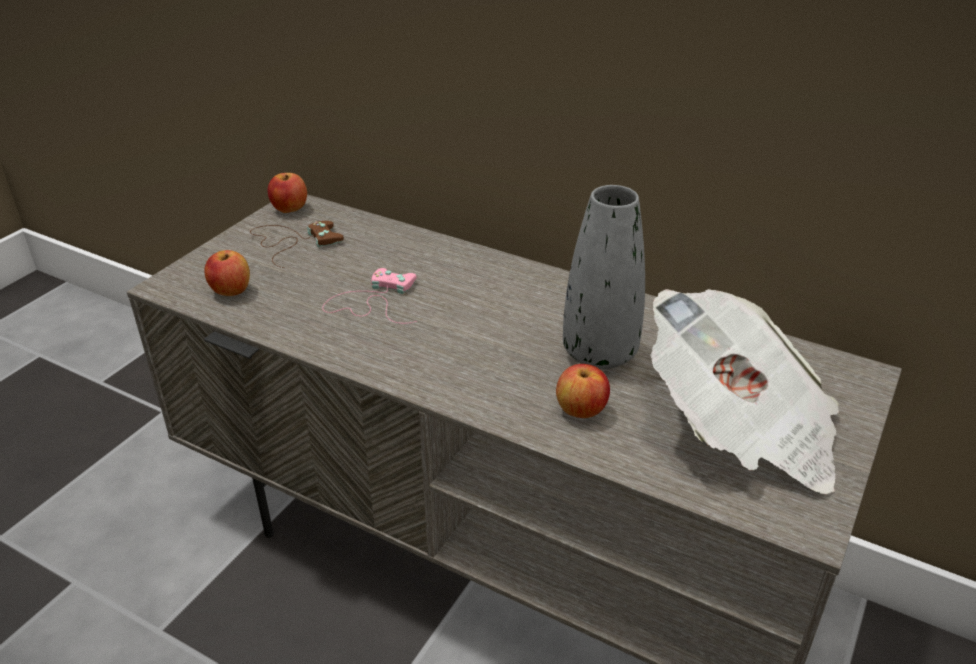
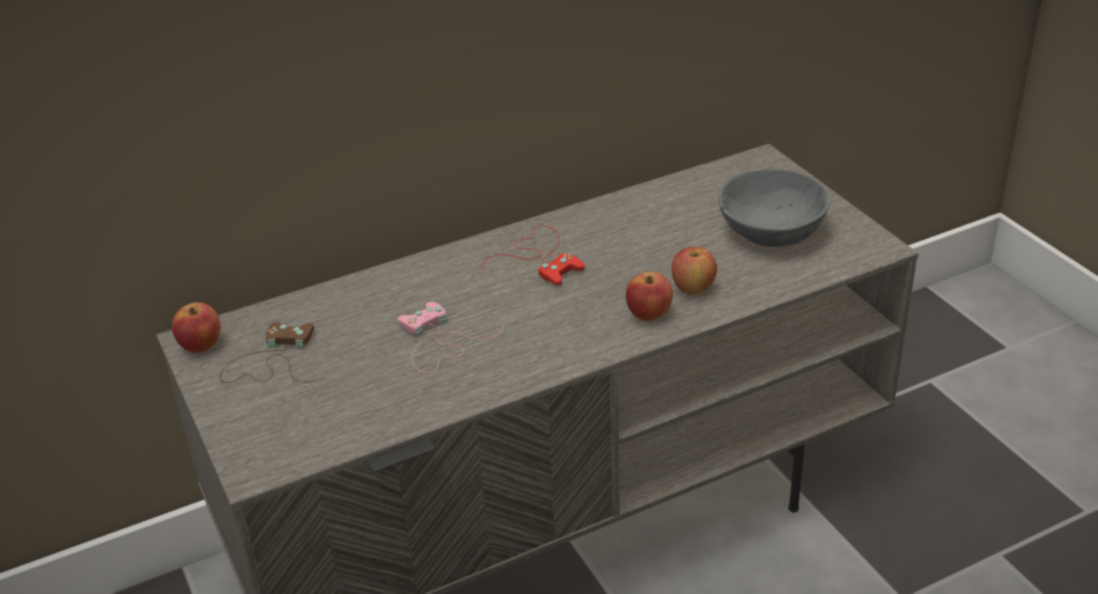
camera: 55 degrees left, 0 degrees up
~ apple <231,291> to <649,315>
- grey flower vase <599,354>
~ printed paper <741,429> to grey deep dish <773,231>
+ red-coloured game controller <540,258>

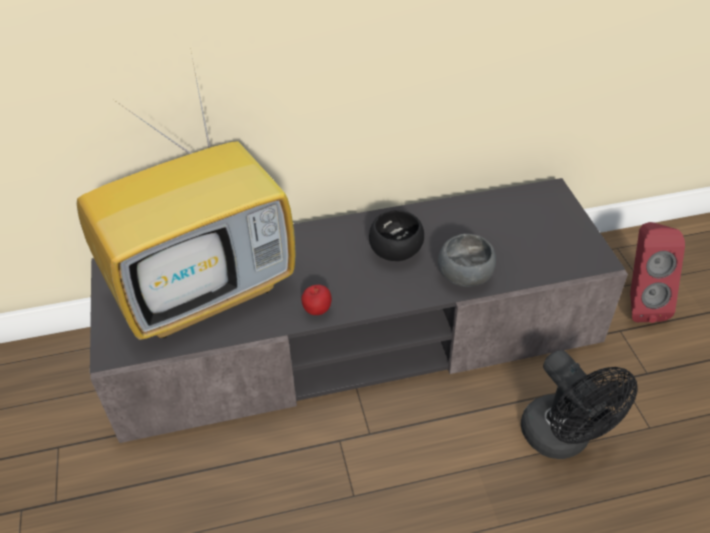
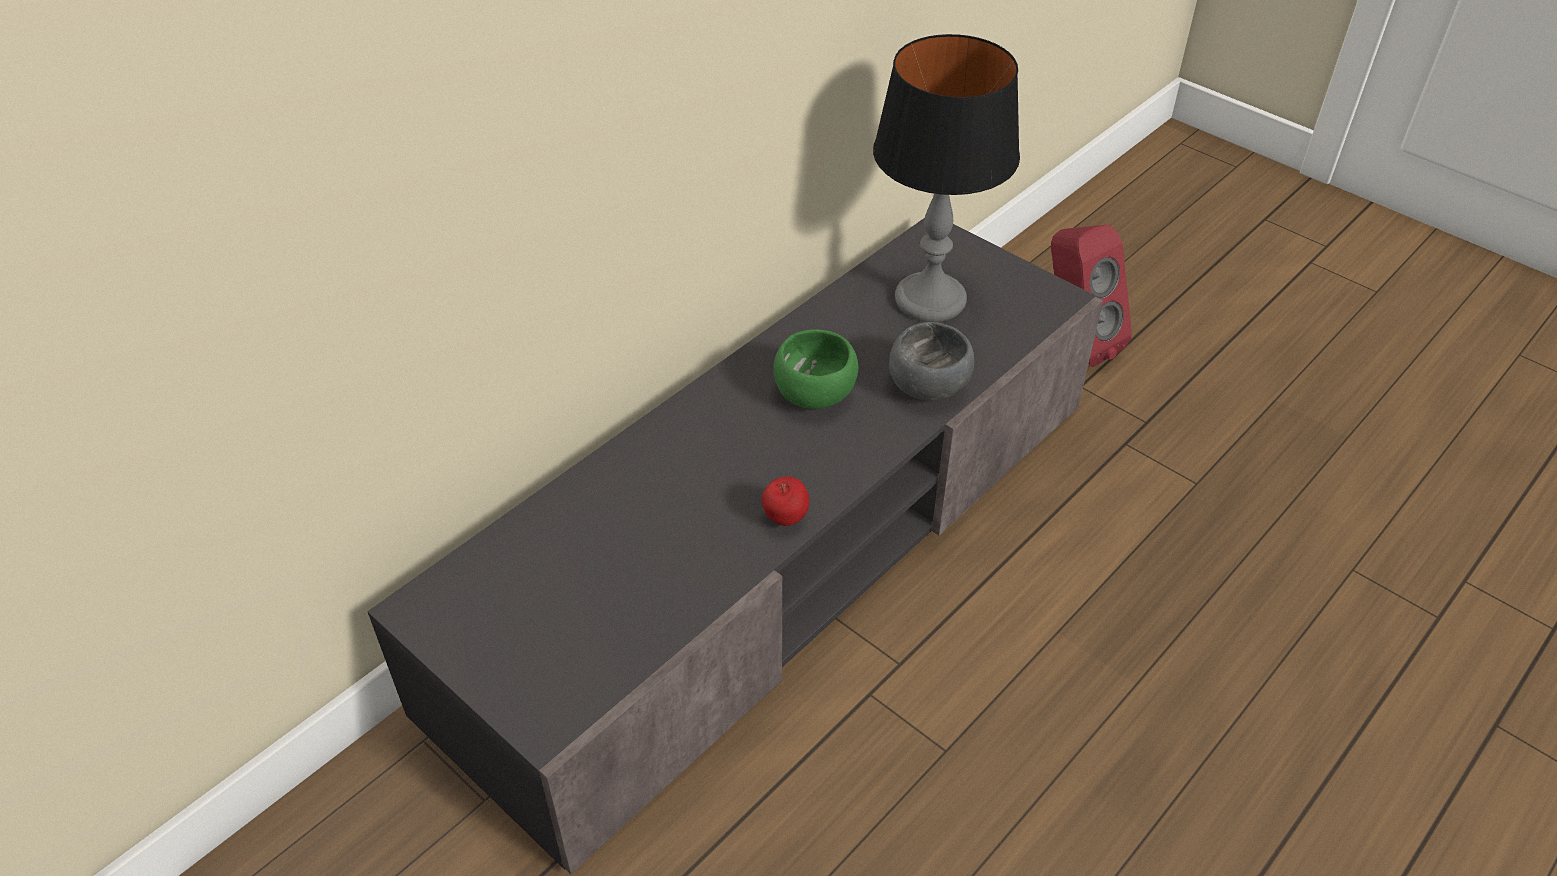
camera: 35 degrees left, 0 degrees up
- TV <206,289>
~ blackish deep dish <397,251> to green-coloured deep dish <816,393>
- blackish fan <562,439>
+ tabletop lamp <930,299>

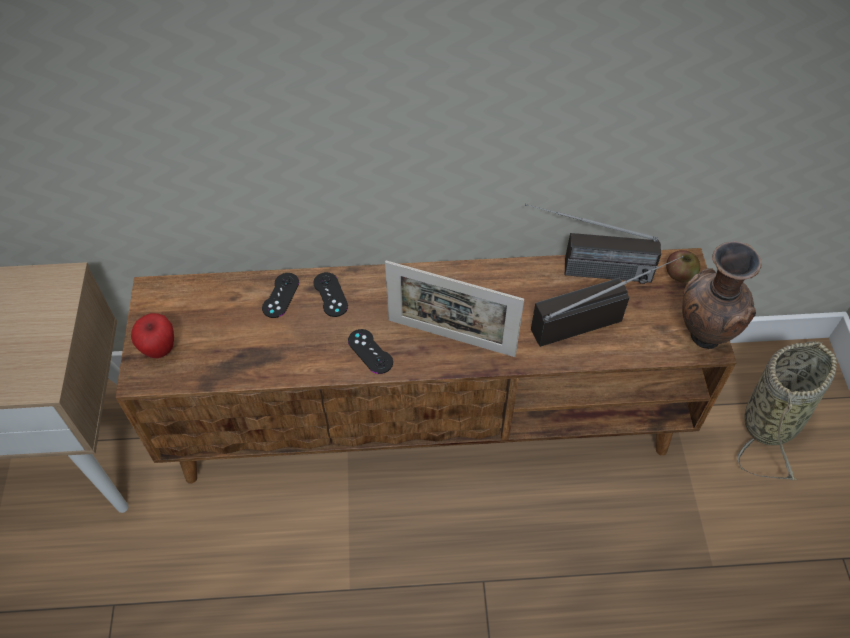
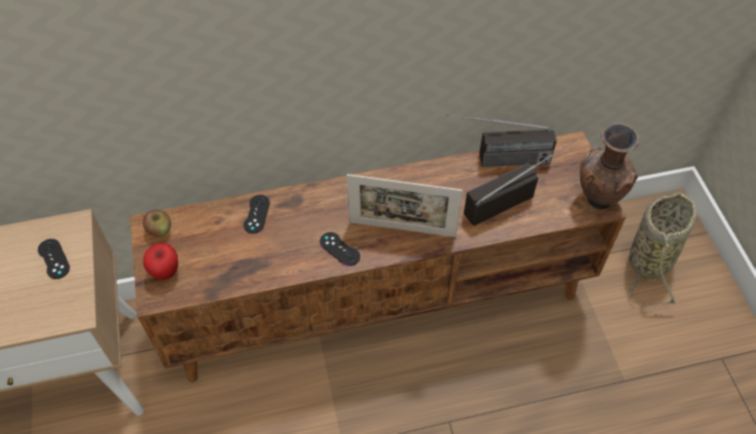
camera: 10 degrees left, 0 degrees up
~ blackish game controller <330,294> to <54,259>
~ apple <679,274> to <159,230>

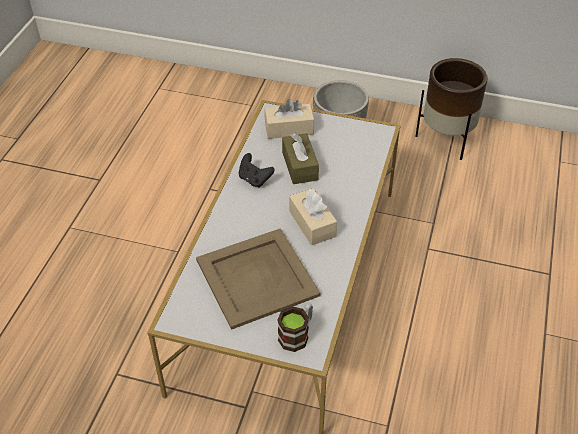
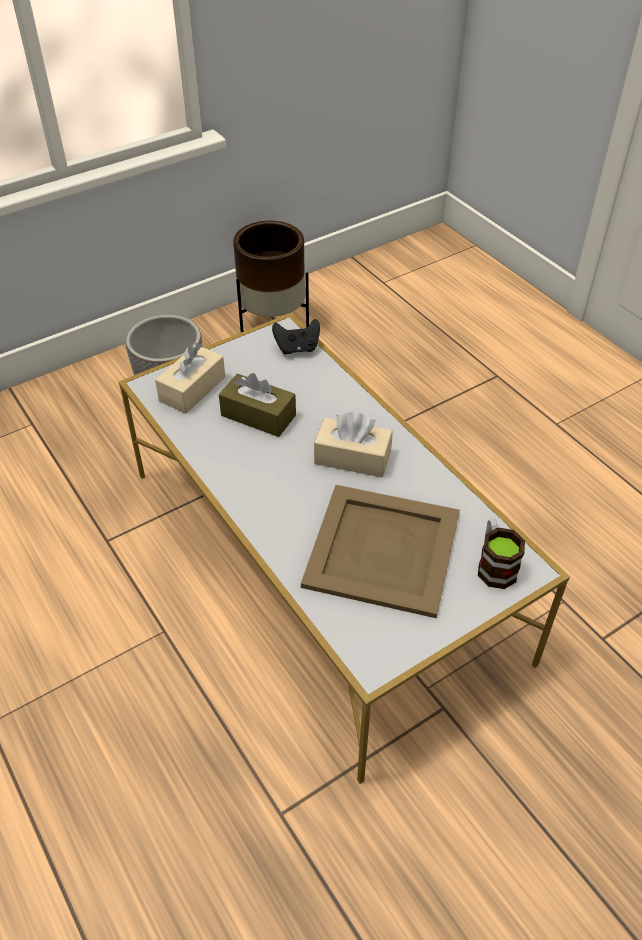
camera: 50 degrees left, 0 degrees up
~ blackish game controller <254,179> to <297,348>

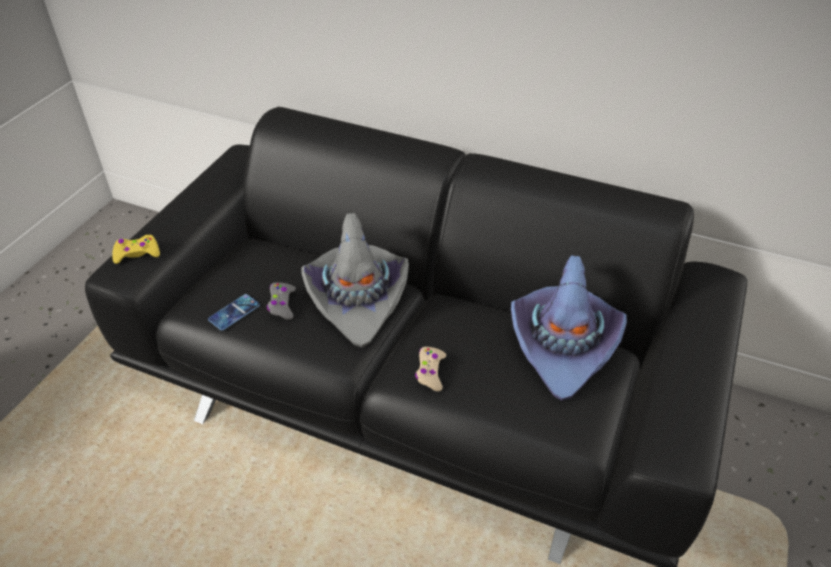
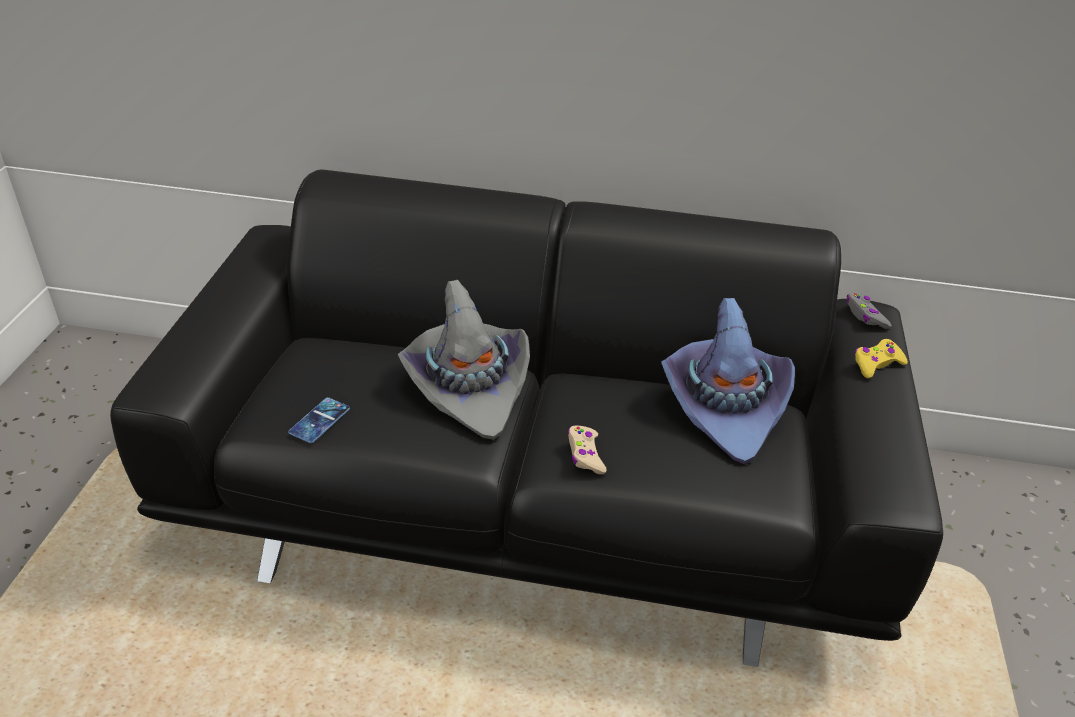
camera: 15 degrees left, 5 degrees down
~ yellow game controller <137,253> to <876,364>
~ grey game controller <282,304> to <865,316>

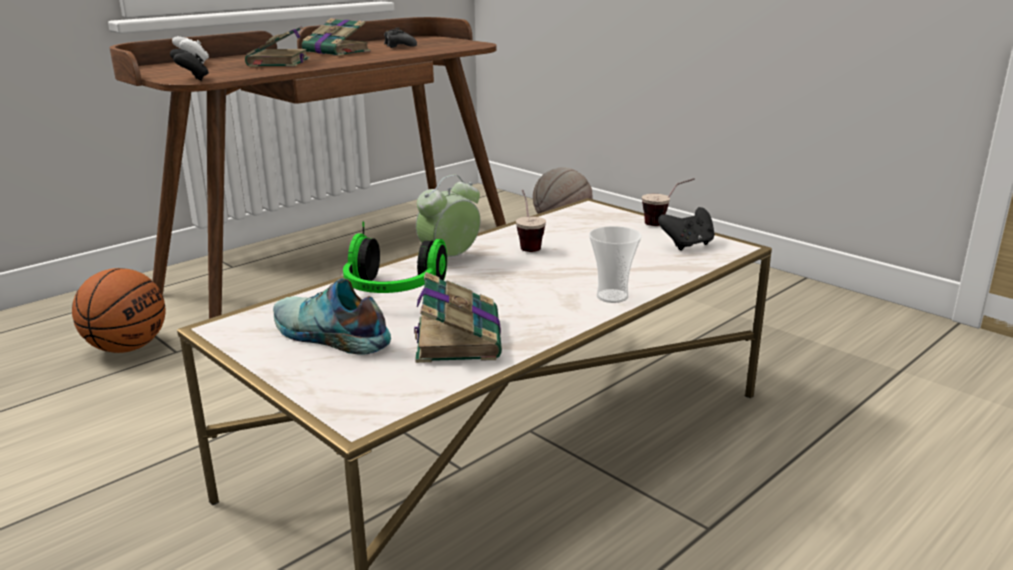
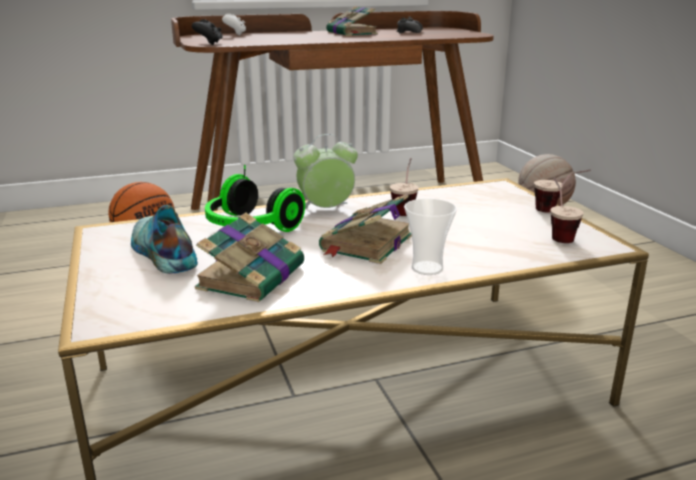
camera: 25 degrees right, 0 degrees up
~ book <278,63> to <366,244>
~ blackish game controller <688,245> to drinking cup <558,235>

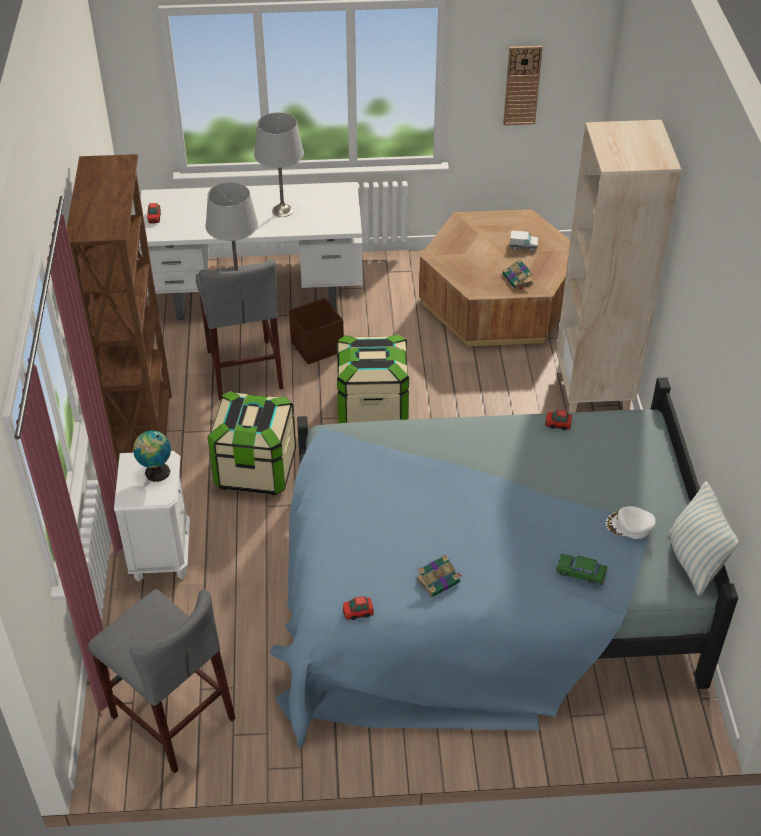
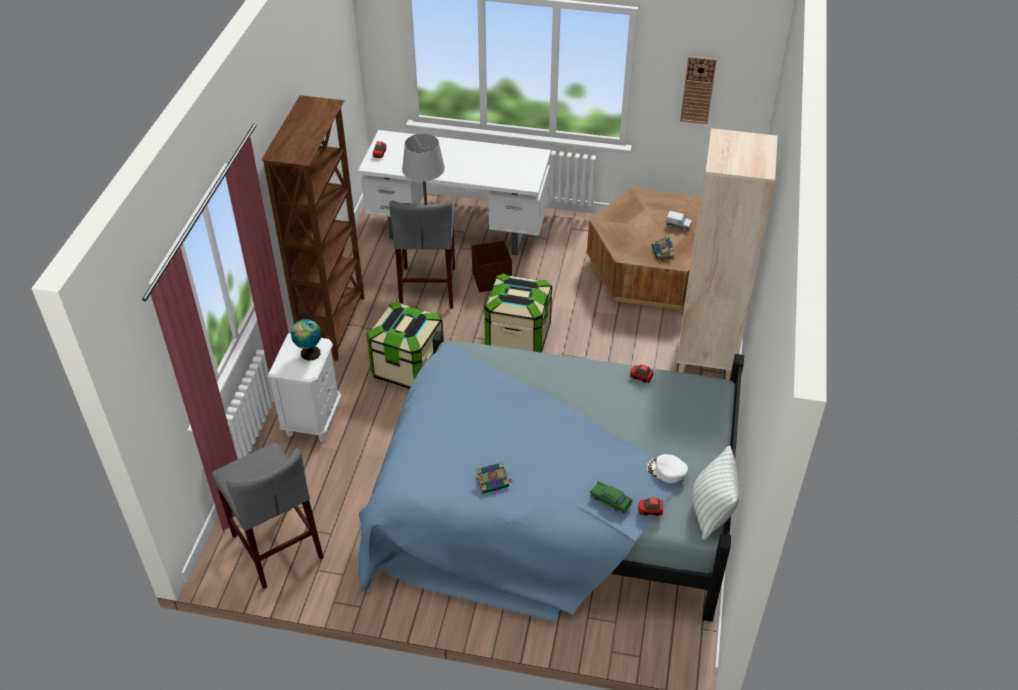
camera: 15 degrees right, 0 degrees up
- grey tabletop lamp <282,211>
~ model car <358,612> to <650,510>

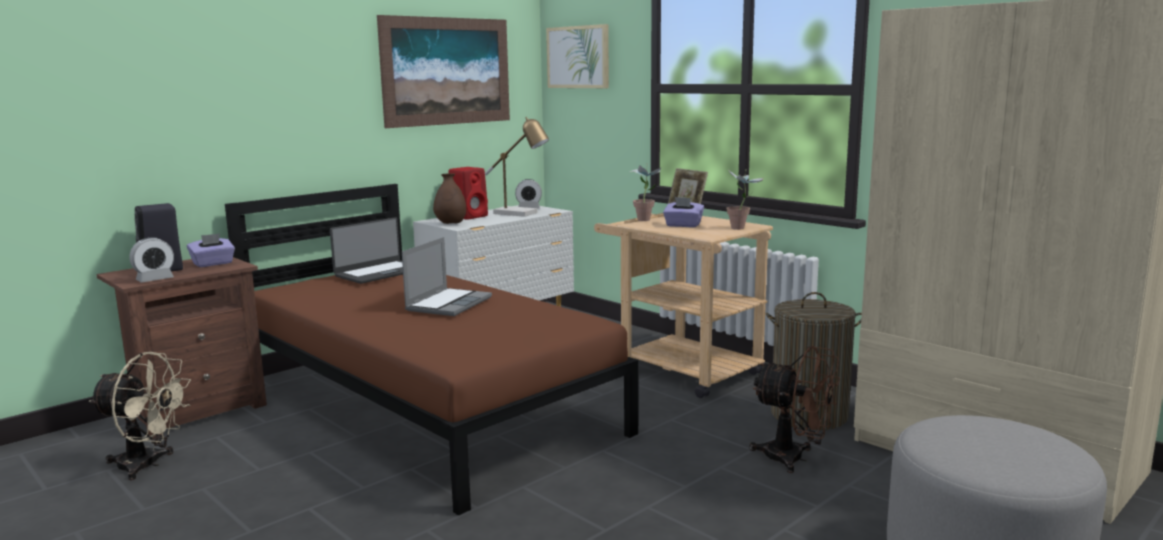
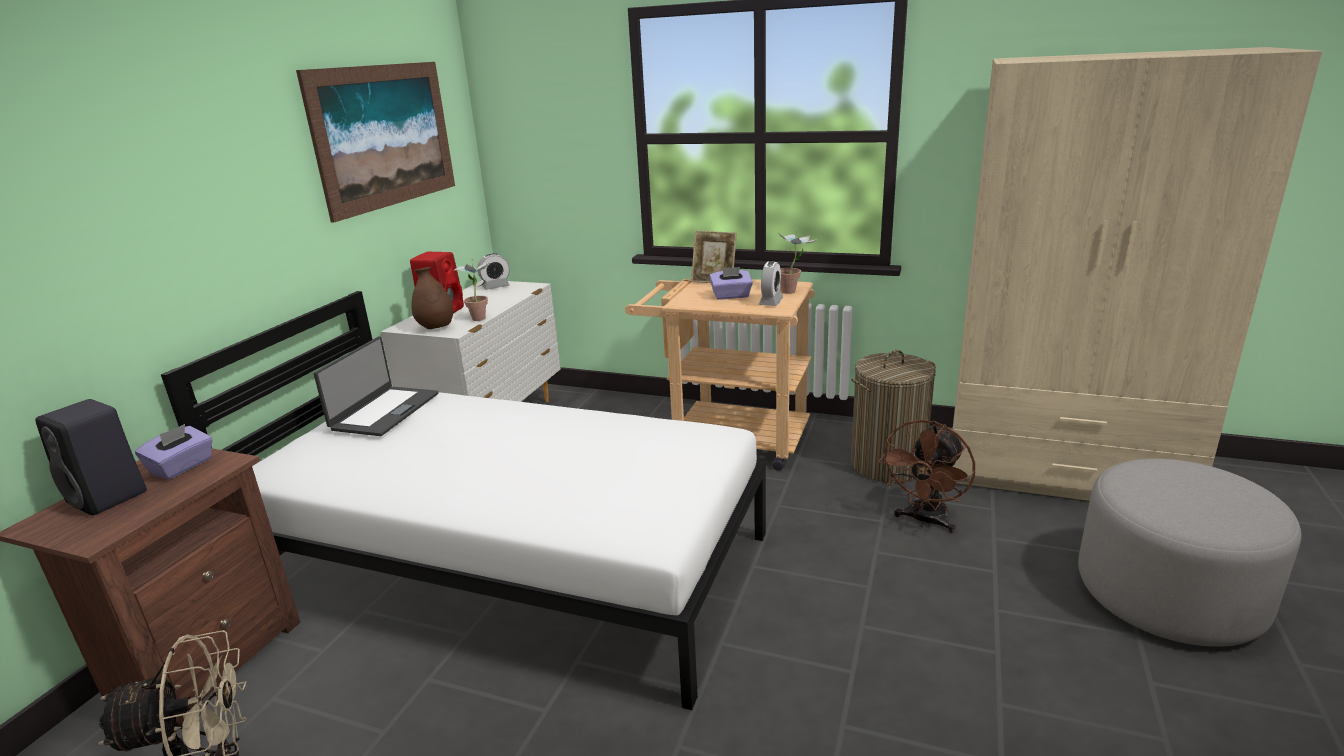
camera: 25 degrees left, 10 degrees up
~ table clock <155,279> to <771,302>
~ brown-coloured bed <426,406> to white bed <510,563>
- laptop <448,304>
- tabletop lamp <520,213>
- picture <578,57>
~ plant in a pot <646,219> to <480,317>
~ brown-coloured fan <794,459> = <925,521> 120 degrees clockwise

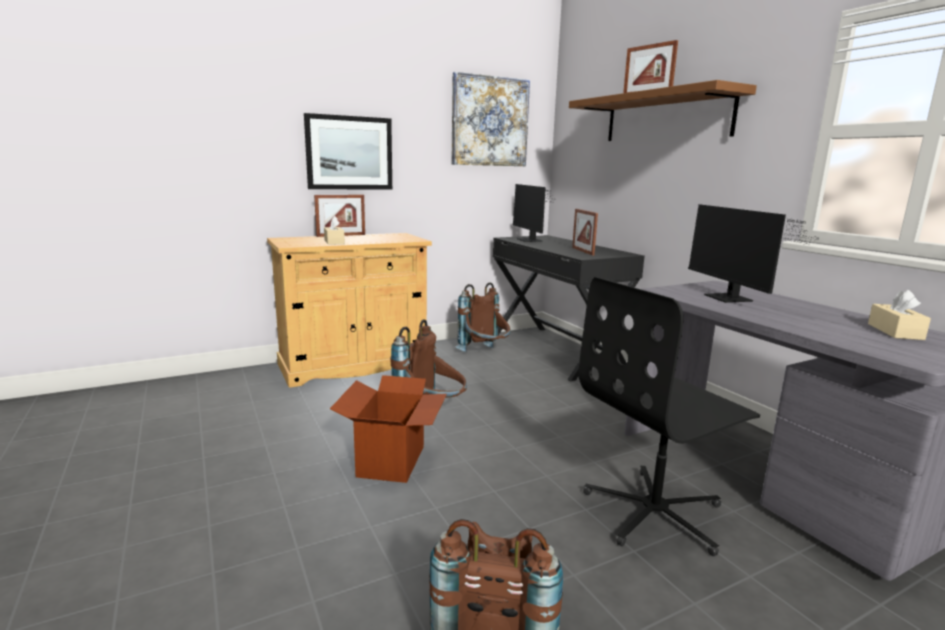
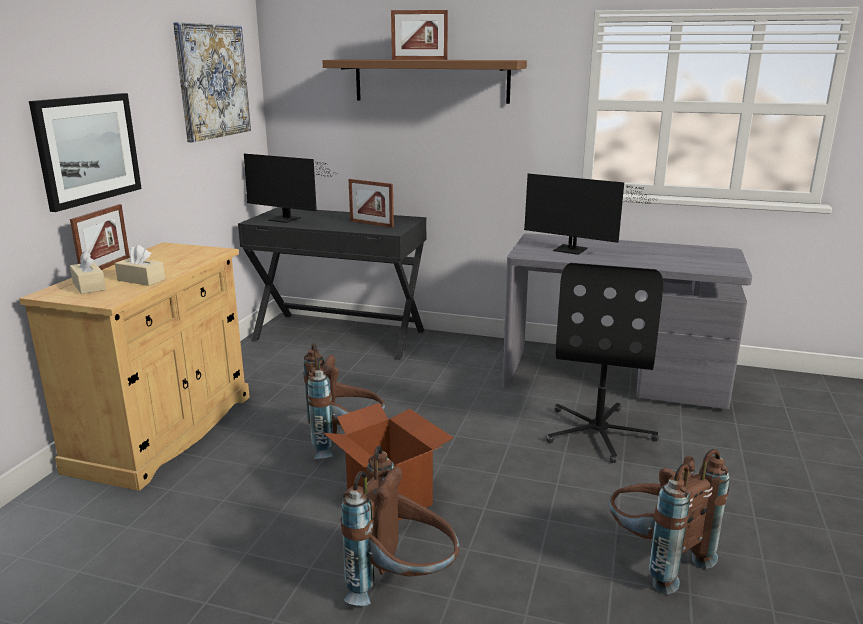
camera: 45 degrees left, 5 degrees up
~ brown-coloured rucksack <485,354> to <403,585>
~ sand-coloured box of tissues <895,331> to <89,286>

